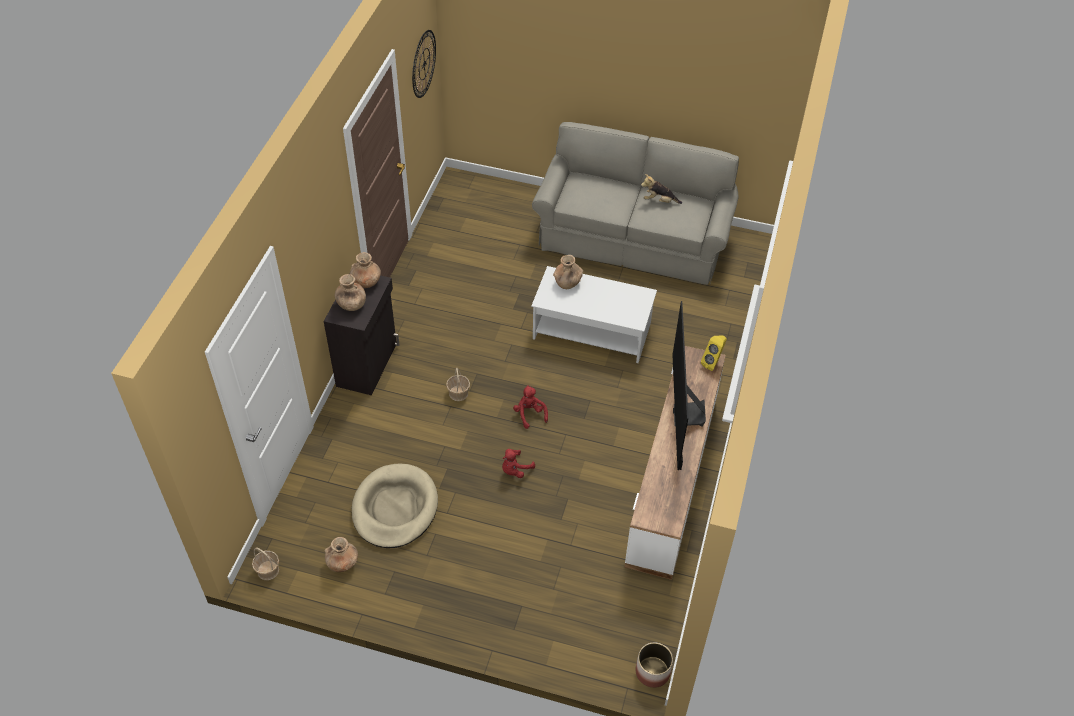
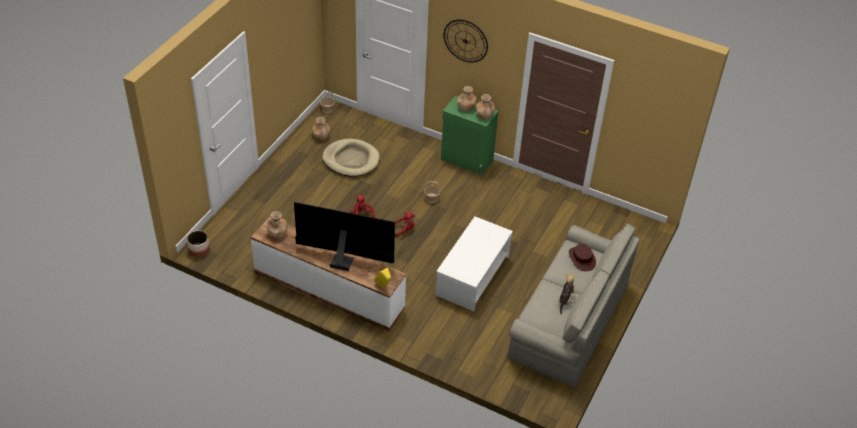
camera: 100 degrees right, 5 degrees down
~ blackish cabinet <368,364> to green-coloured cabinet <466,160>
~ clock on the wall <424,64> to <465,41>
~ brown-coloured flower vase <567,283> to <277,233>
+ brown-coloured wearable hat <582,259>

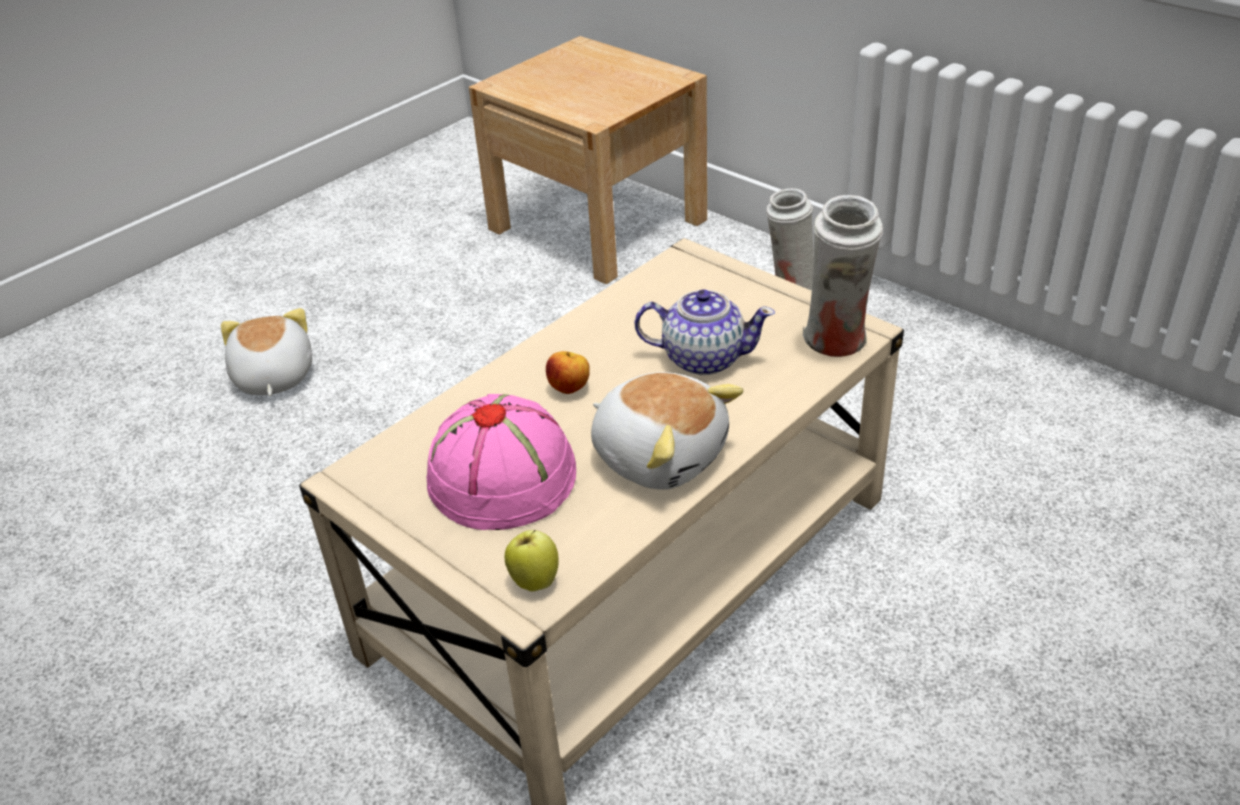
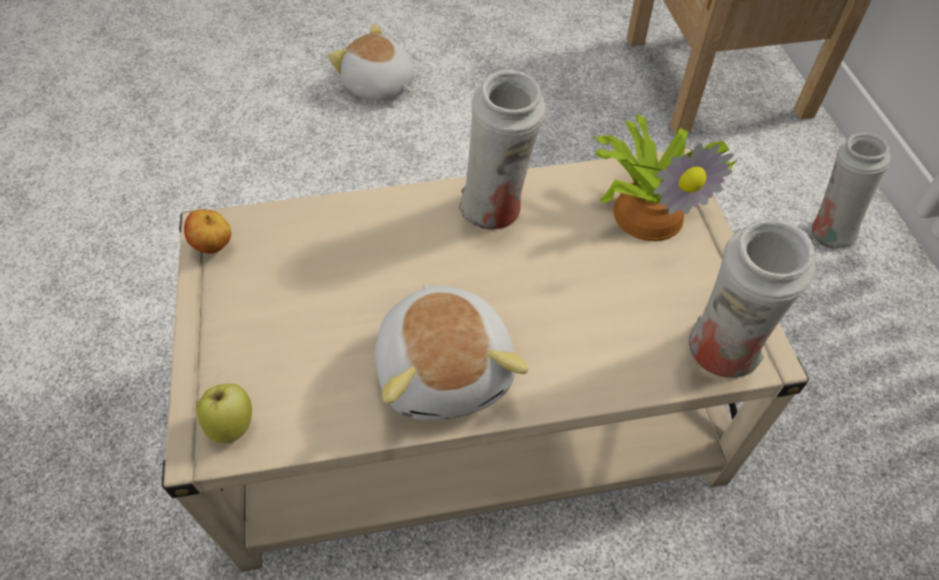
camera: 35 degrees right, 15 degrees up
~ plush toy <272,378> = <378,86> 75 degrees counterclockwise
- pink wearable hat <503,476>
~ apple <570,389> to <214,246>
- tea pot <703,358>
+ white flower vase <497,211>
+ plant in a pot <649,210>

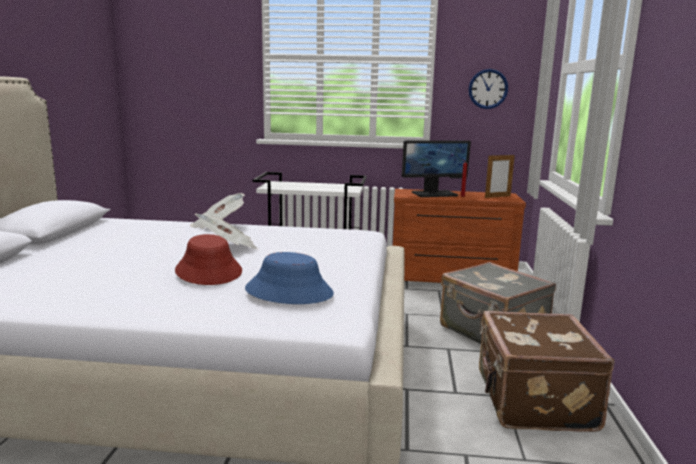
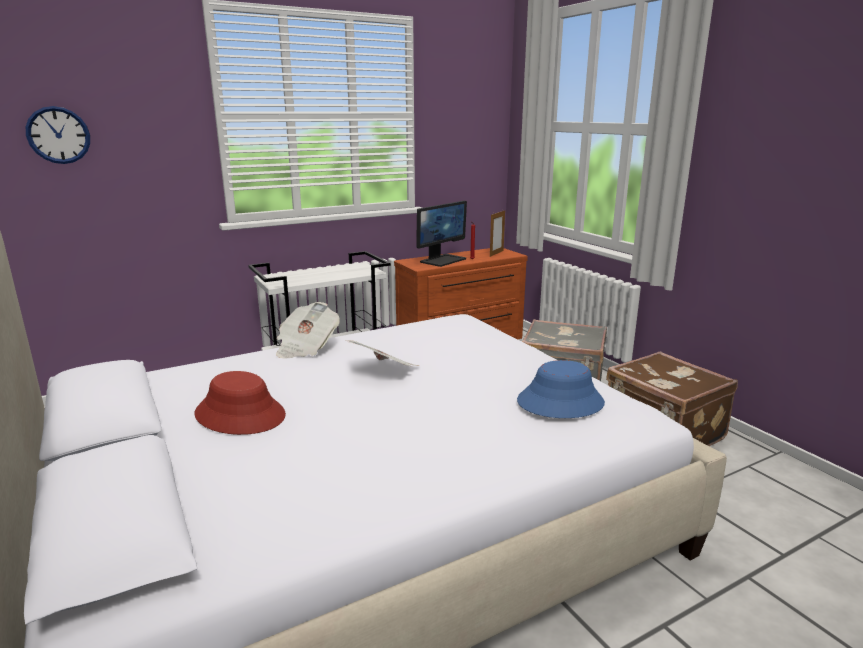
camera: 35 degrees left, 5 degrees up
~ red-coloured wearable hat <209,271> to <240,414>
~ clock on the wall <488,89> to <58,135>

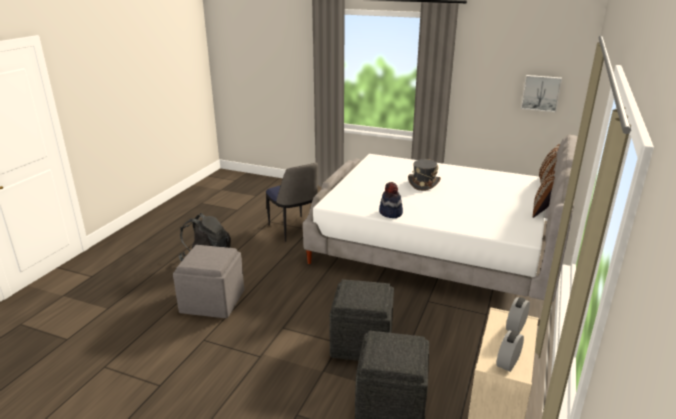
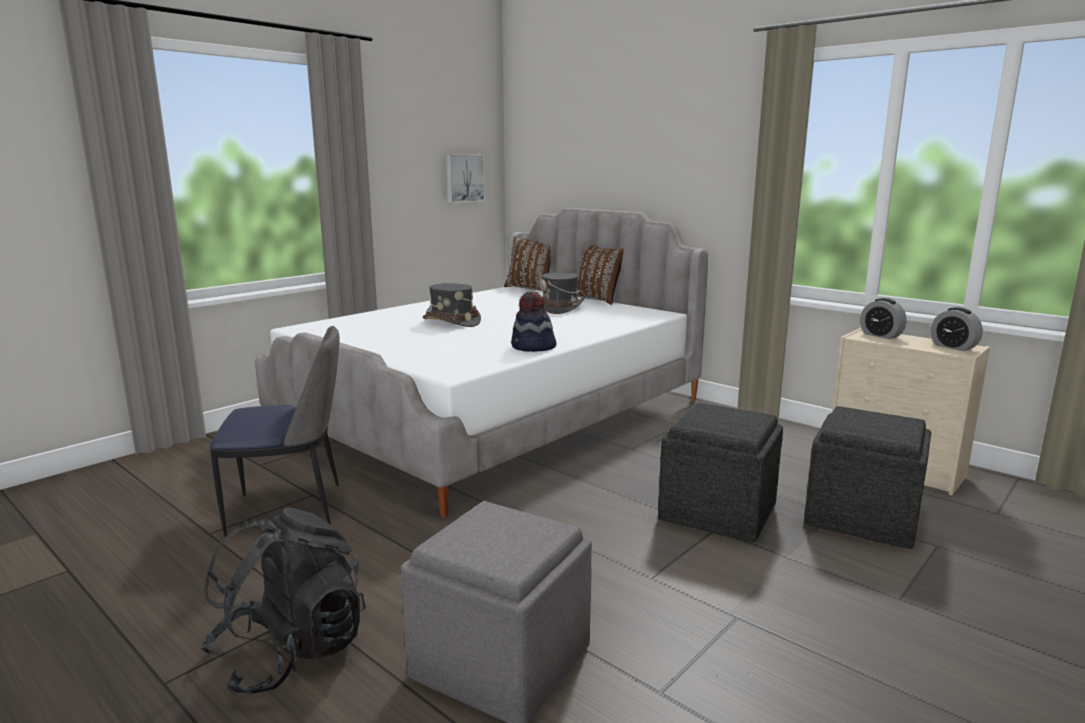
camera: 70 degrees left, 10 degrees down
+ grey wearable hat <560,308>

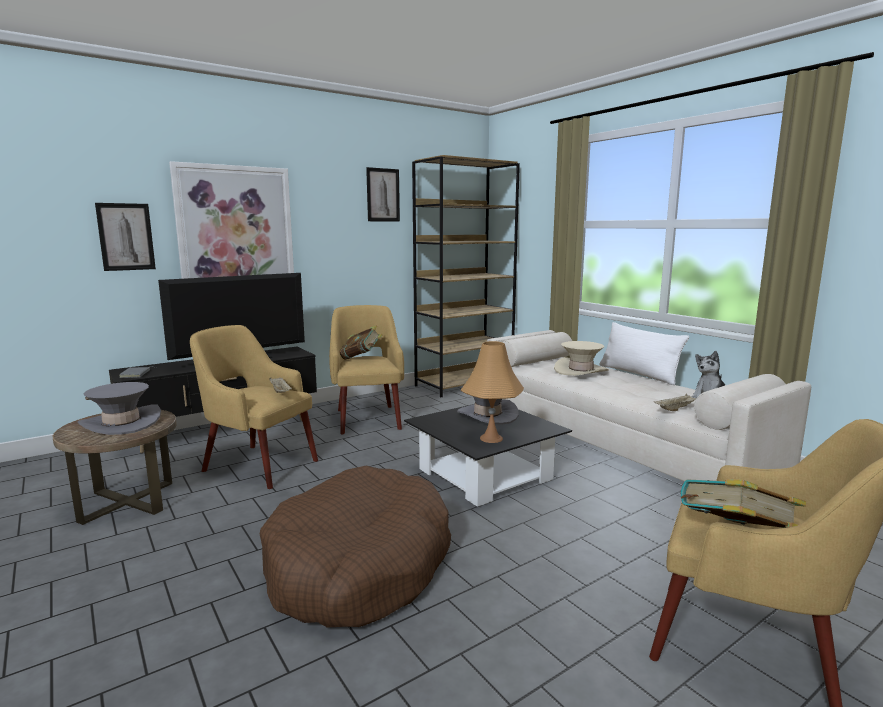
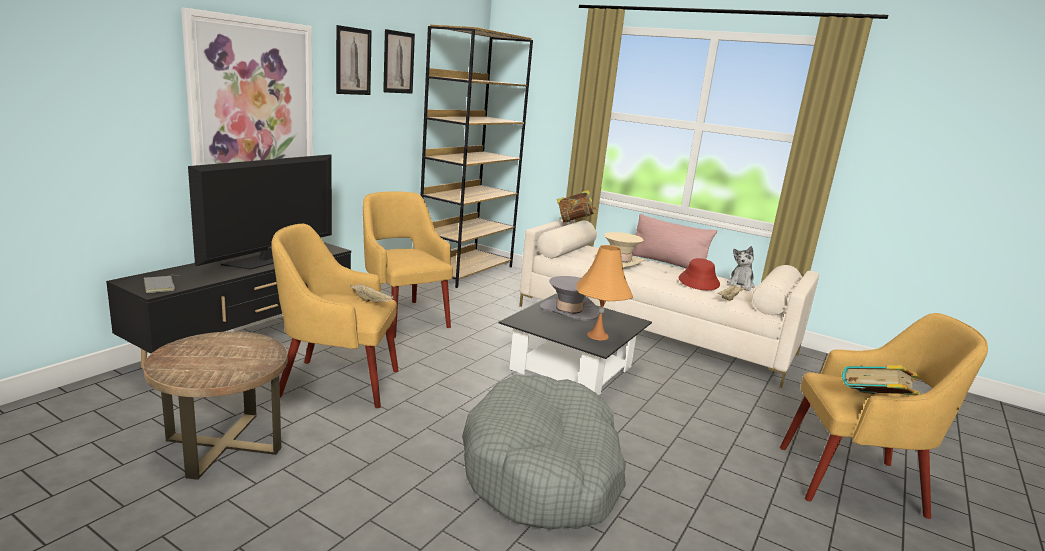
camera: 25 degrees left, 5 degrees up
- grey wearable hat <121,423>
~ picture <126,237> to <353,61>
~ brown-coloured pet bed <359,565> to grey pet bed <543,470>
~ book <361,358> to <574,221>
~ white throw pillow <638,374> to pink throw pillow <667,263>
+ red-coloured wearable hat <699,282>

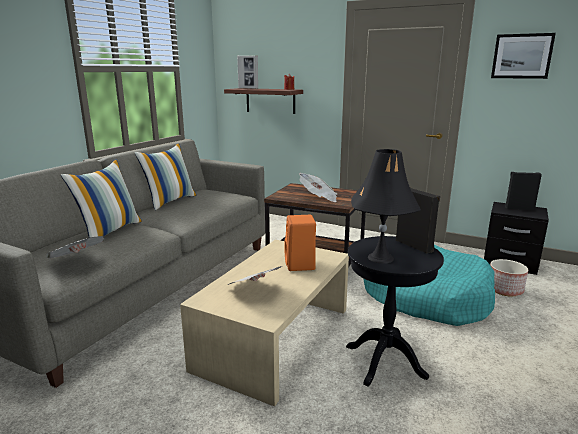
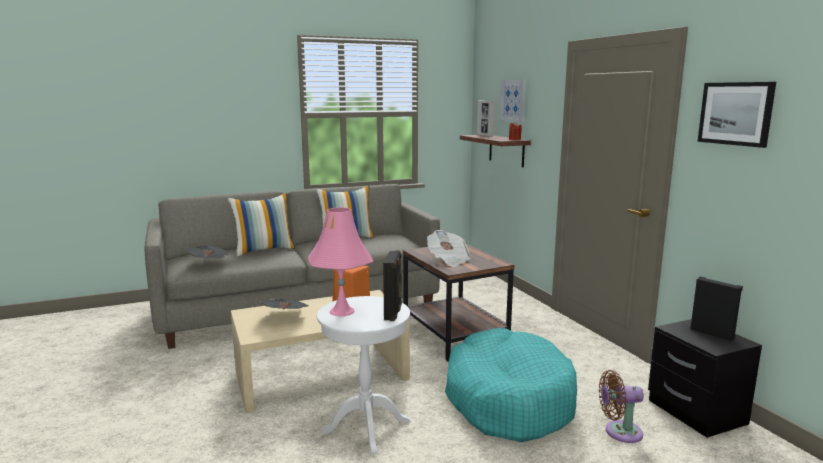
camera: 40 degrees right, 5 degrees down
~ blackish end table <385,361> to white end table <366,427>
~ blackish tabletop lamp <380,258> to pink tabletop lamp <342,311>
~ planter <505,289> to brown-coloured fan <619,432>
+ picture <513,100>

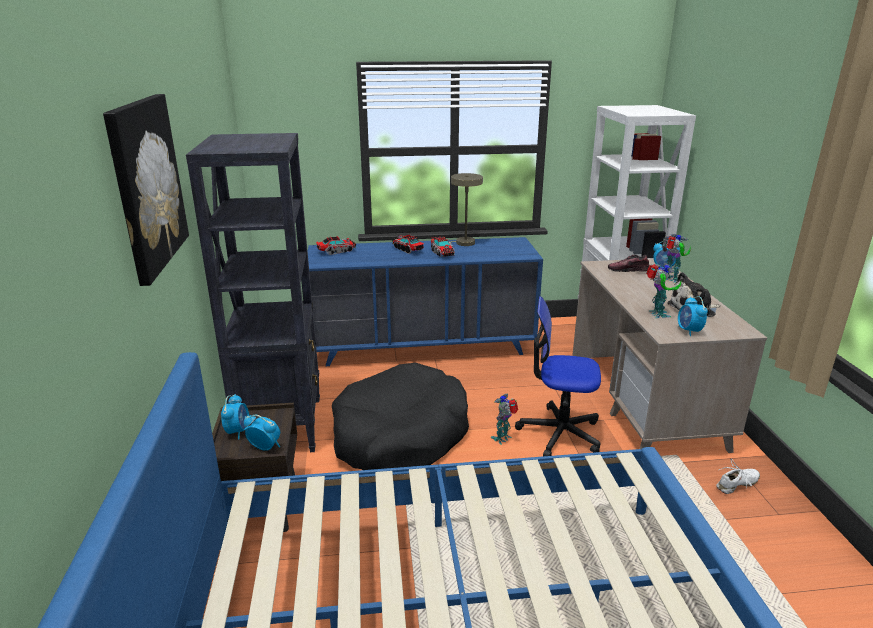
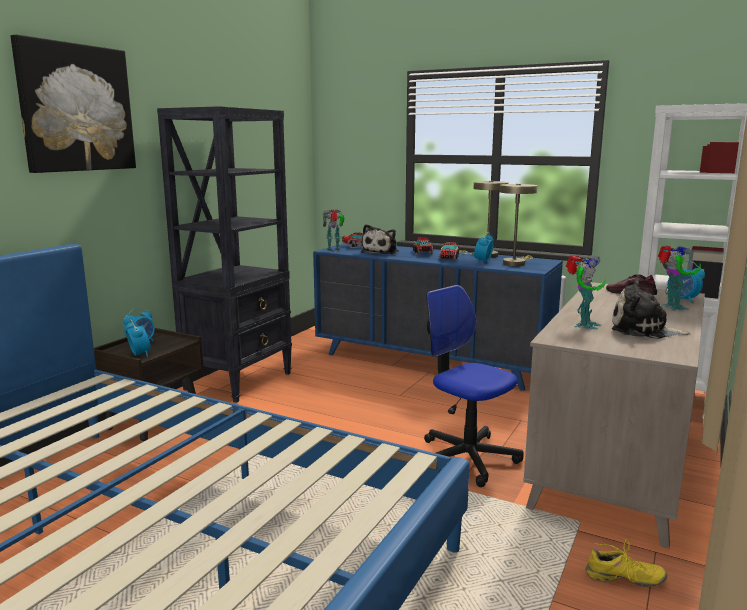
camera: 35 degrees right, 10 degrees down
- blackish pet bed <400,435>
~ toy robot <503,438> to <334,250>
~ table clock <689,331> to <483,262>
~ white shoe <737,485> to yellow shoe <624,578>
+ plush toy <381,252>
+ sand-coloured tabletop lamp <515,263>

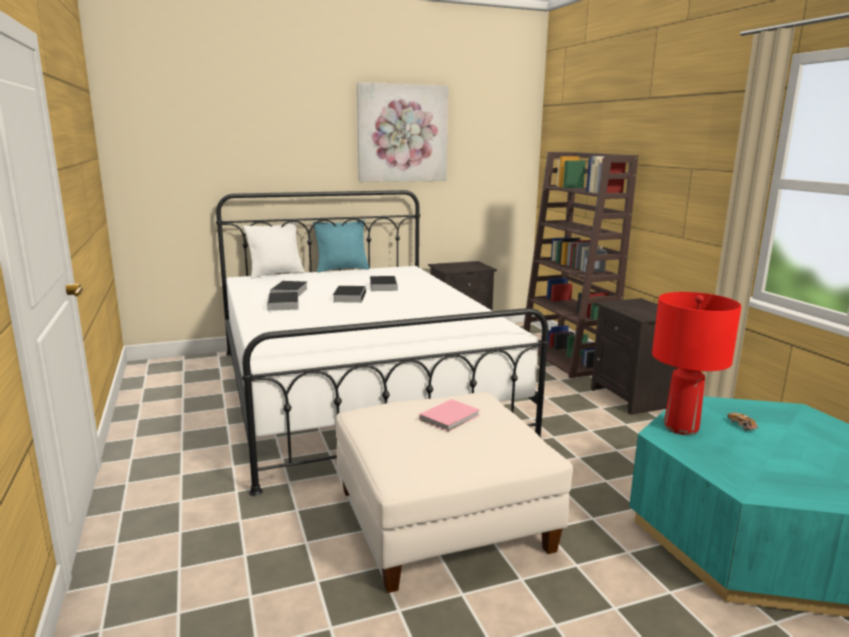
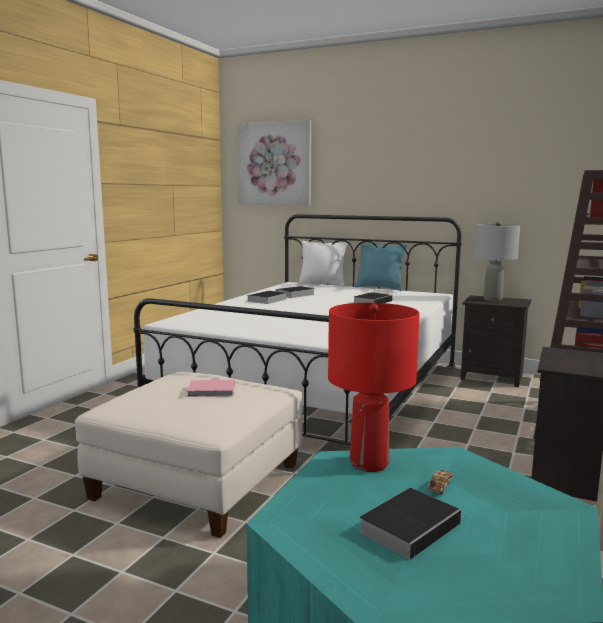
camera: 45 degrees right, 5 degrees down
~ book <349,297> to <411,526>
~ picture <402,133> to <274,164>
+ grey tabletop lamp <493,300>

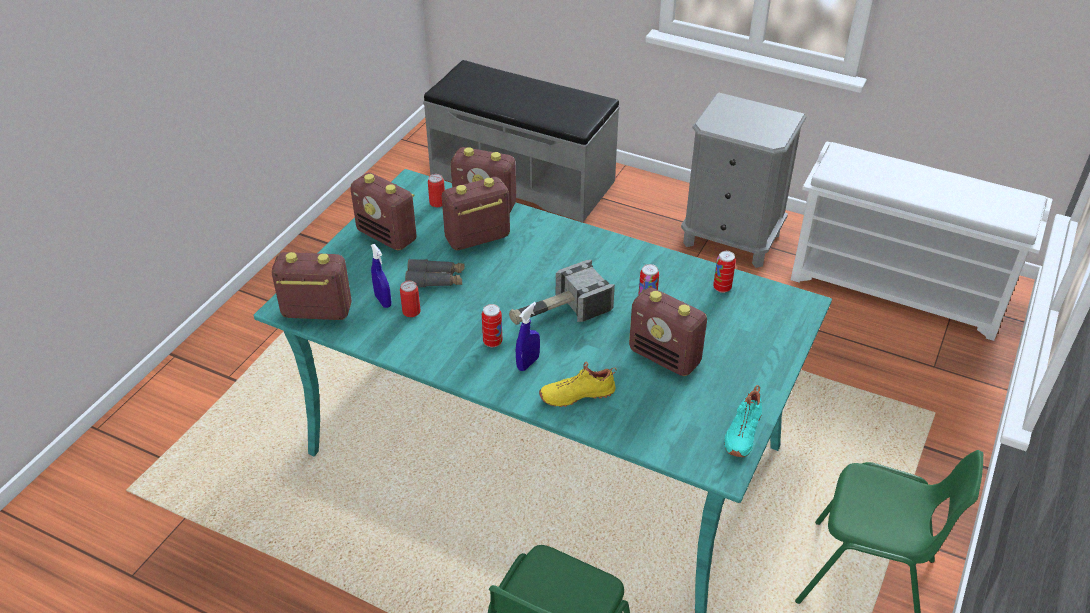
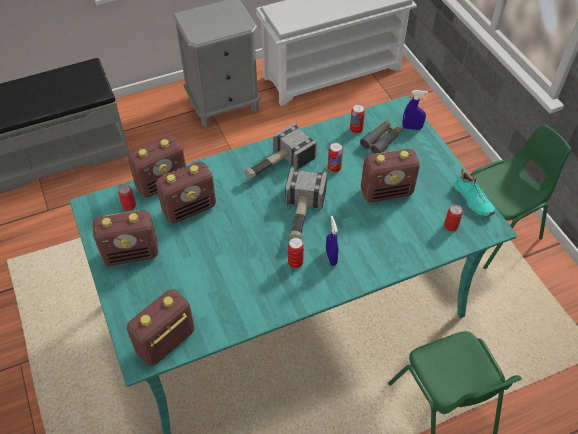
camera: 50 degrees left, 10 degrees up
~ bluish sprayer <383,301> to <412,127>
~ sealed can <411,311> to <450,226>
~ grey pair of binoculars <435,279> to <381,140>
~ radio set <477,239> = <190,208> 135 degrees counterclockwise
- yellow shoe <576,394>
+ tool hammer <277,165>

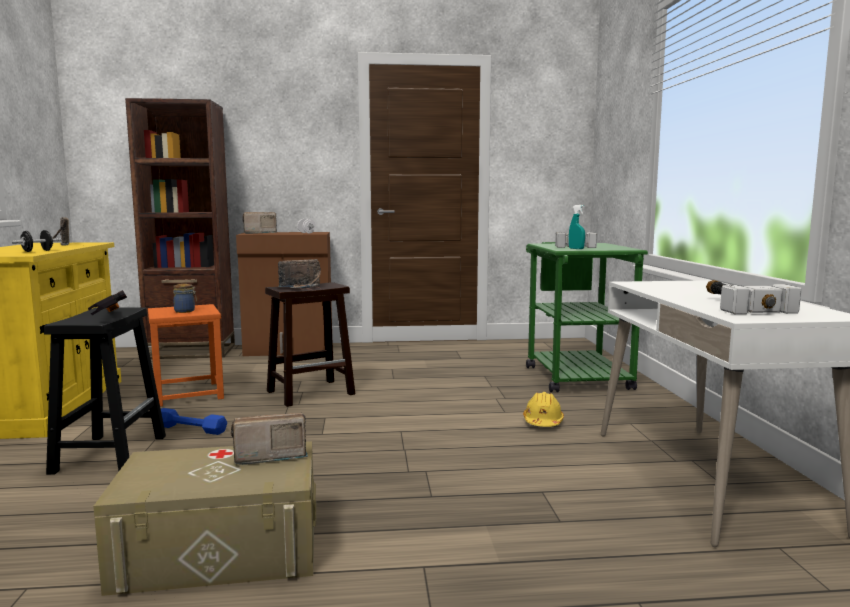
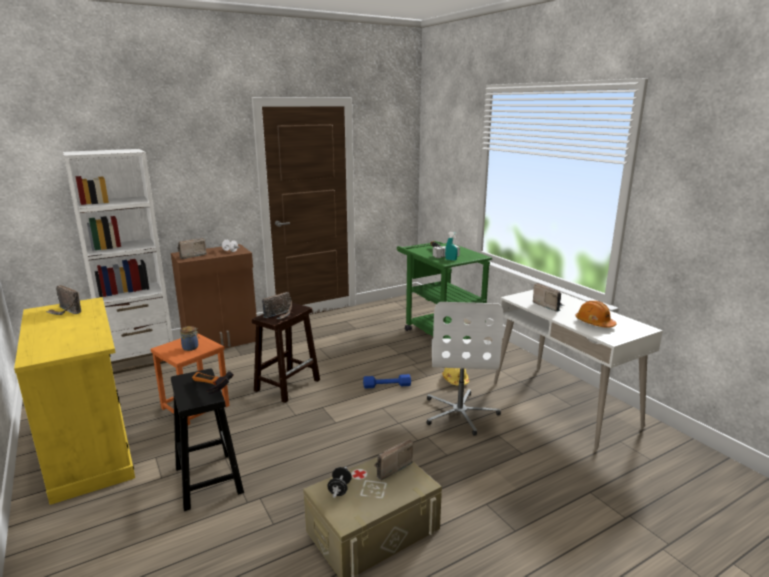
camera: 25 degrees left, 10 degrees up
~ blackish dumbbell <37,251> to <339,489>
~ brown-coloured bookcase <191,352> to white bookcase <139,359>
~ bluish dumbbell <190,429> to <387,385>
~ tool hammer <737,305> to orangey safety helmet <594,323>
+ white computer chair <460,413>
+ radio set <548,306>

